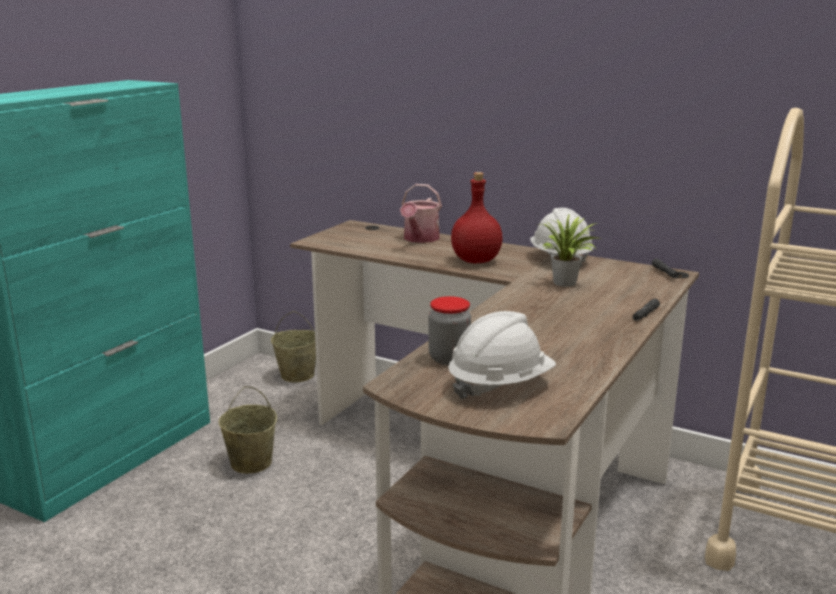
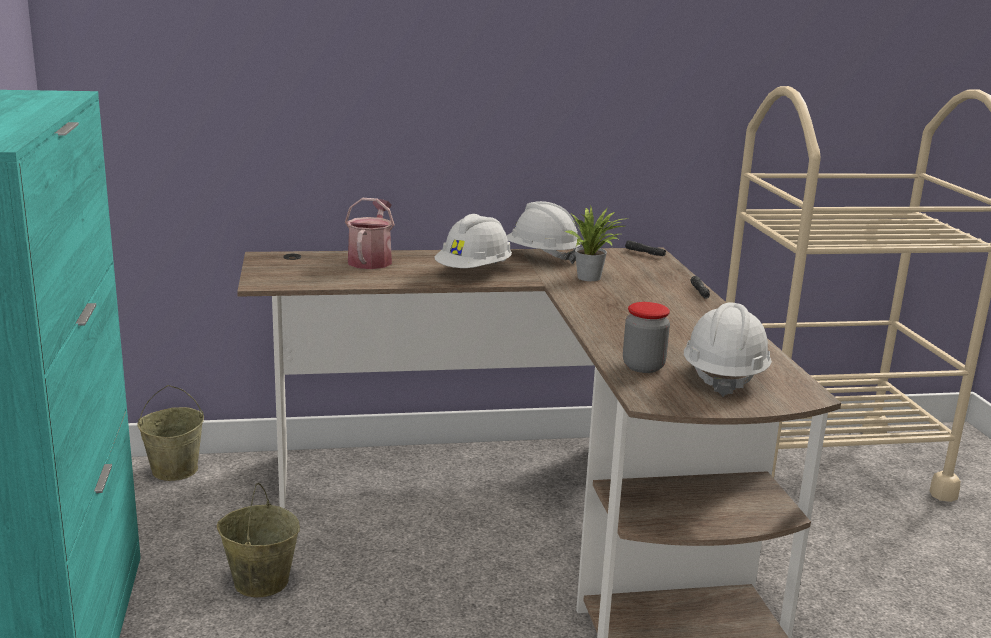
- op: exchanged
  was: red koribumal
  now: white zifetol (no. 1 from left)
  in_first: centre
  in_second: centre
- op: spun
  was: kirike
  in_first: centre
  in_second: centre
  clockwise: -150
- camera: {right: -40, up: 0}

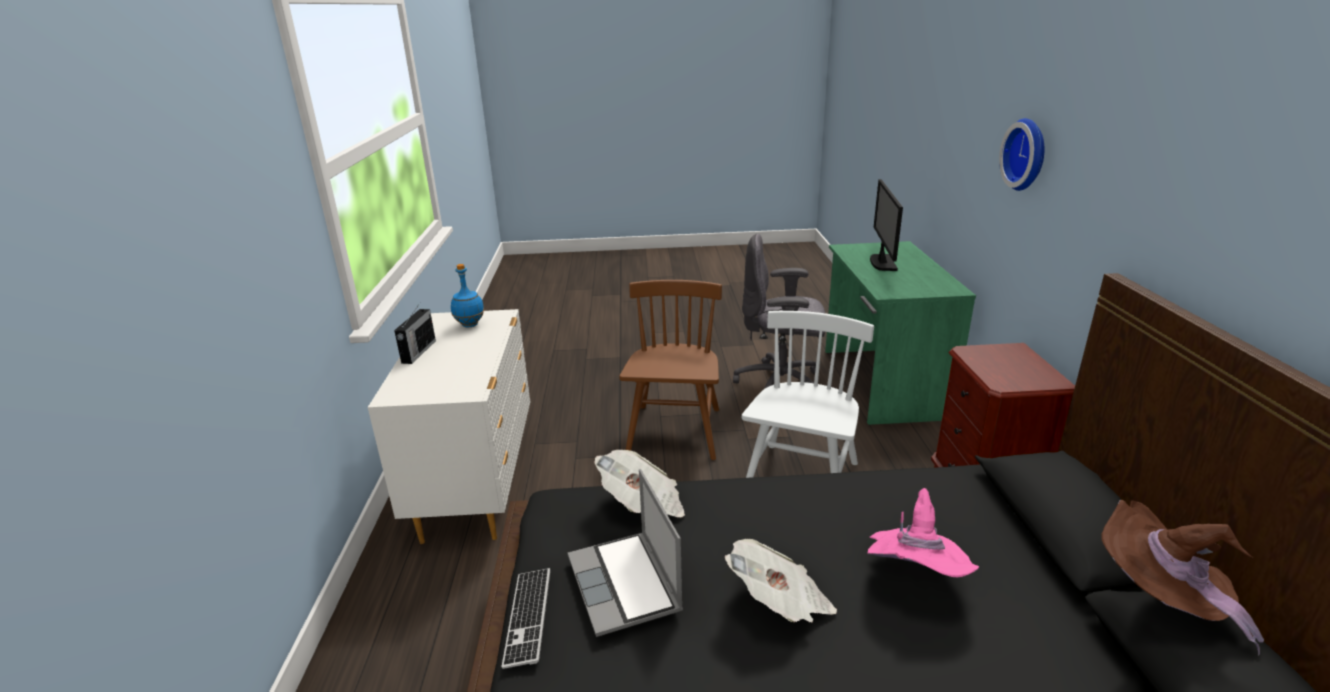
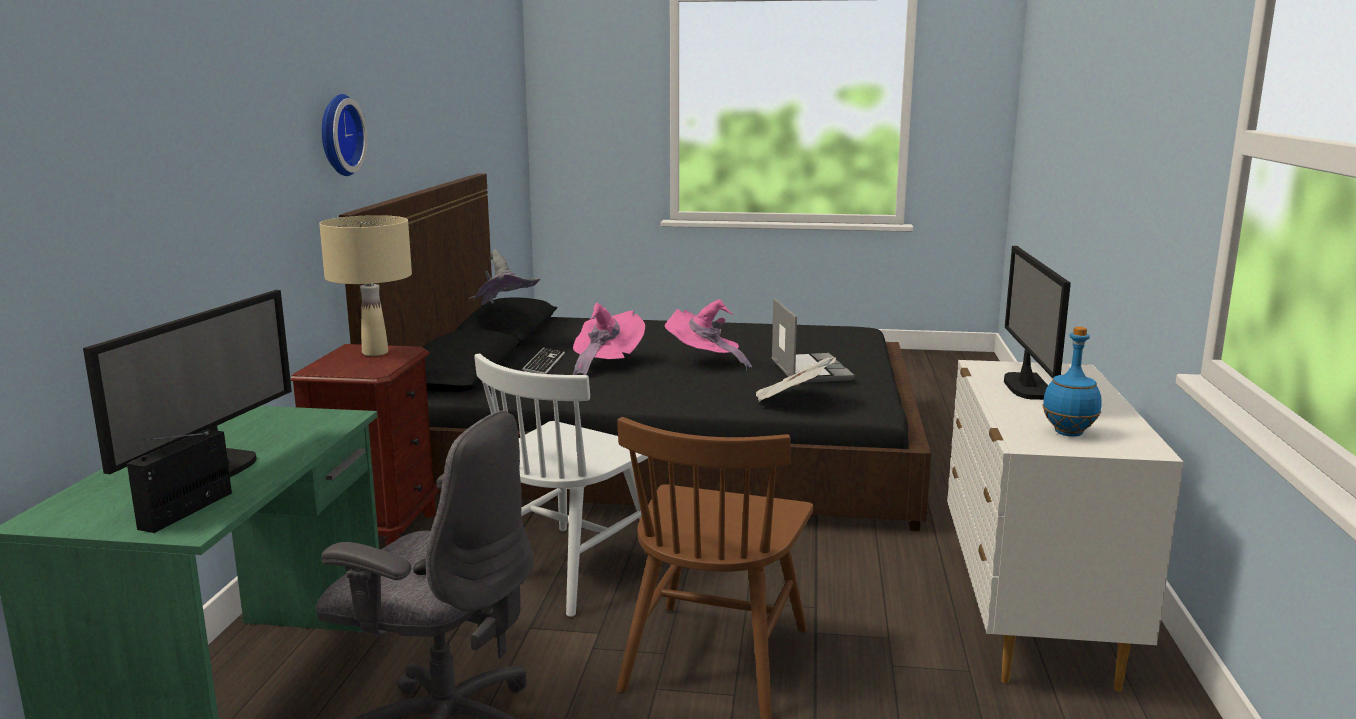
- op: relocated
  was: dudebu
  in_first: top right
  in_second: top left
- op: relocated
  was: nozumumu
  in_first: middle left
  in_second: bottom left
- op: colour
  was: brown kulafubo
  now: grey kulafubo
  in_first: bottom right
  in_second: centre
- op: exchanged
  was: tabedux (no. 2 from left)
  now: pink kulafubo (no. 2 from left)
  in_first: bottom centre
  in_second: centre
- op: relocated
  was: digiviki
  in_first: bottom centre
  in_second: centre
- op: appeared
  now: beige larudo
  in_second: middle left
- op: appeared
  now: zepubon (no. 2 from left)
  in_second: middle right
- camera: {right: -170, up: -10}

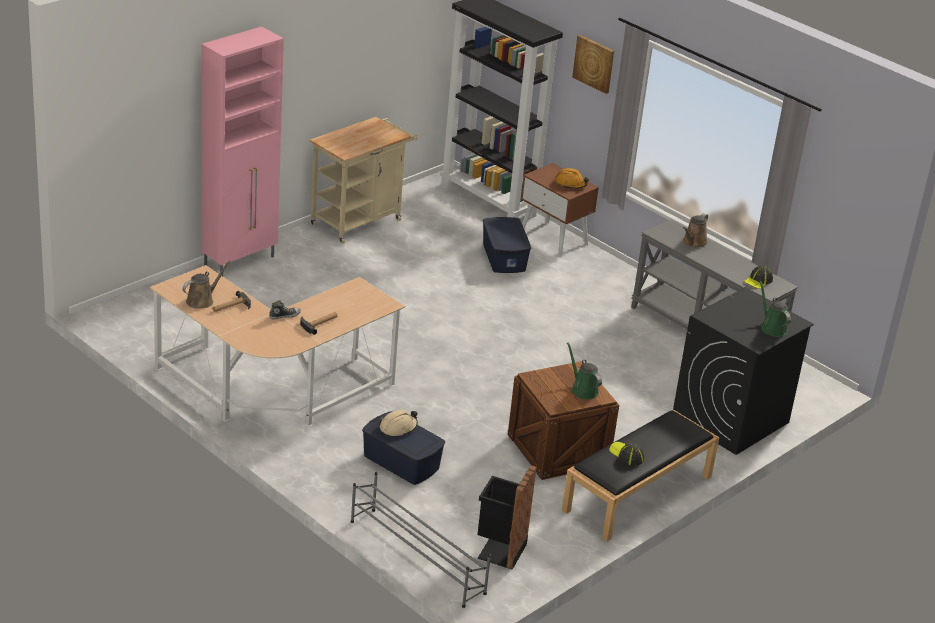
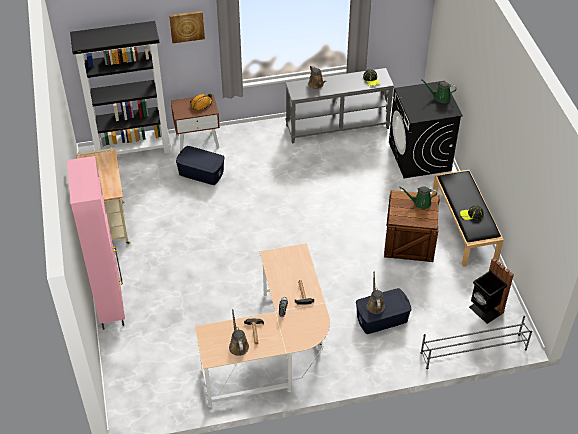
- op: exchanged
  was: beige zifetol
  now: brown kirike (no. 3 from left)
  in_first: bottom centre
  in_second: bottom centre
- camera: {right: -55, up: 15}

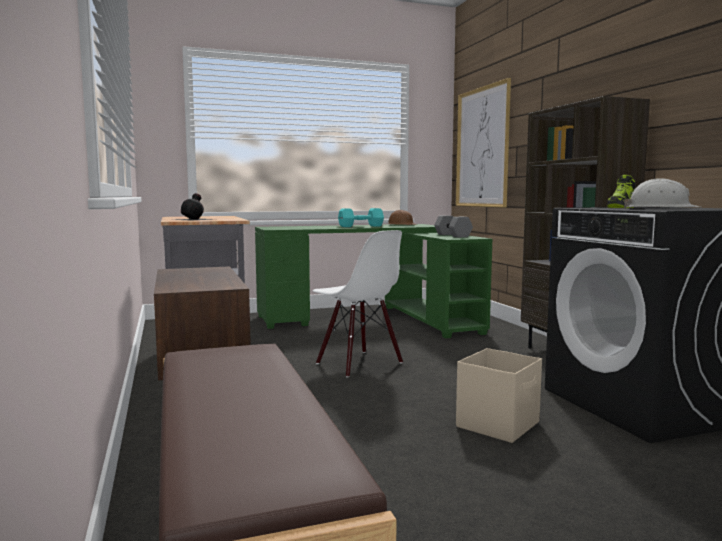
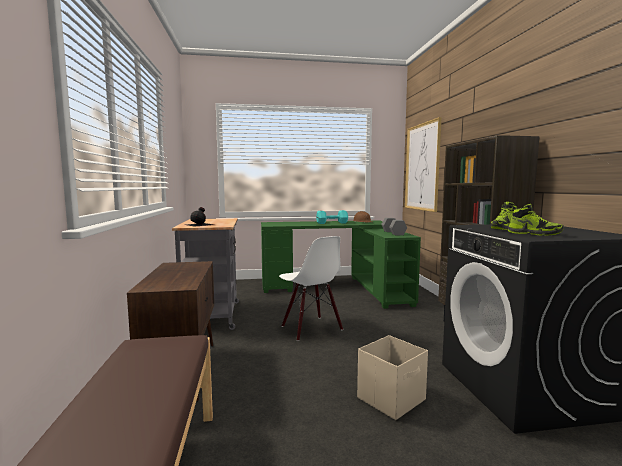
- op: exchanged
  was: white zifetol
  now: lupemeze (no. 2 from left)
  in_first: middle right
  in_second: middle right
- camera: {right: 10, up: 0}

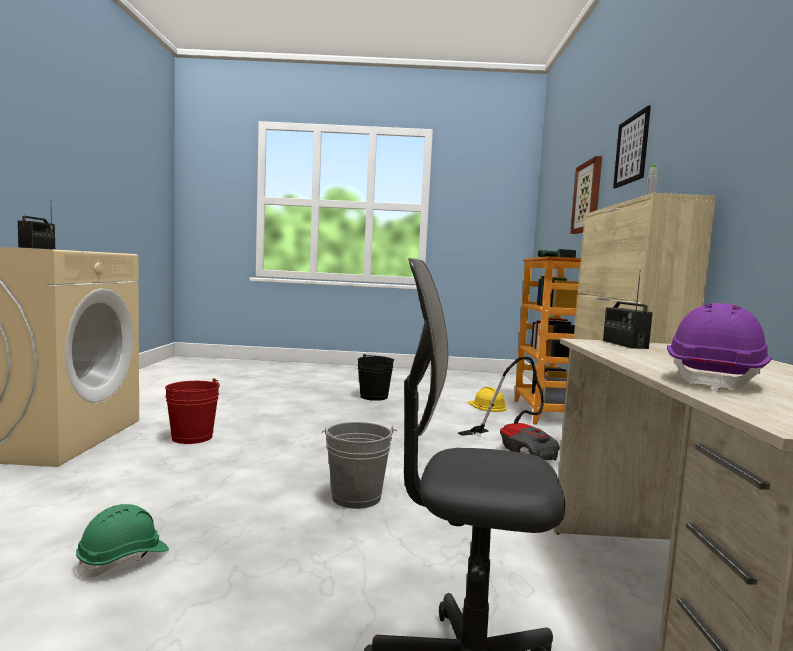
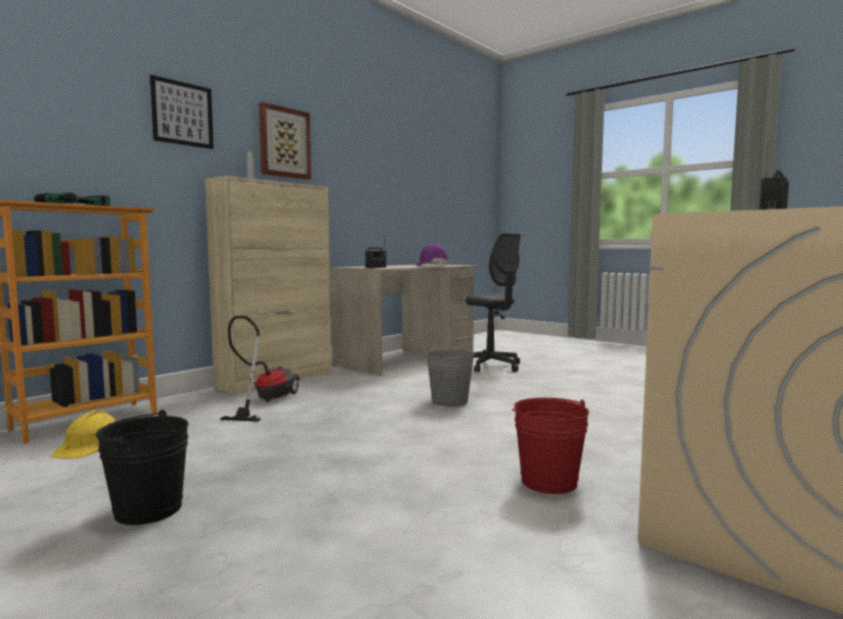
- op: relocated
  was: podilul (no. 1 from left in the first image)
  now: podilul (no. 2 from left)
  in_first: top right
  in_second: top centre
- op: missing
  was: green zifetol
  in_first: bottom left
- camera: {right: -140, up: 0}

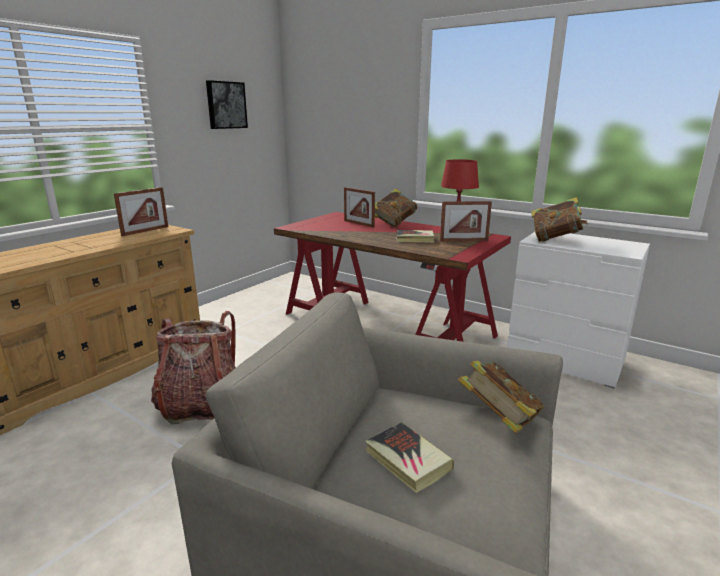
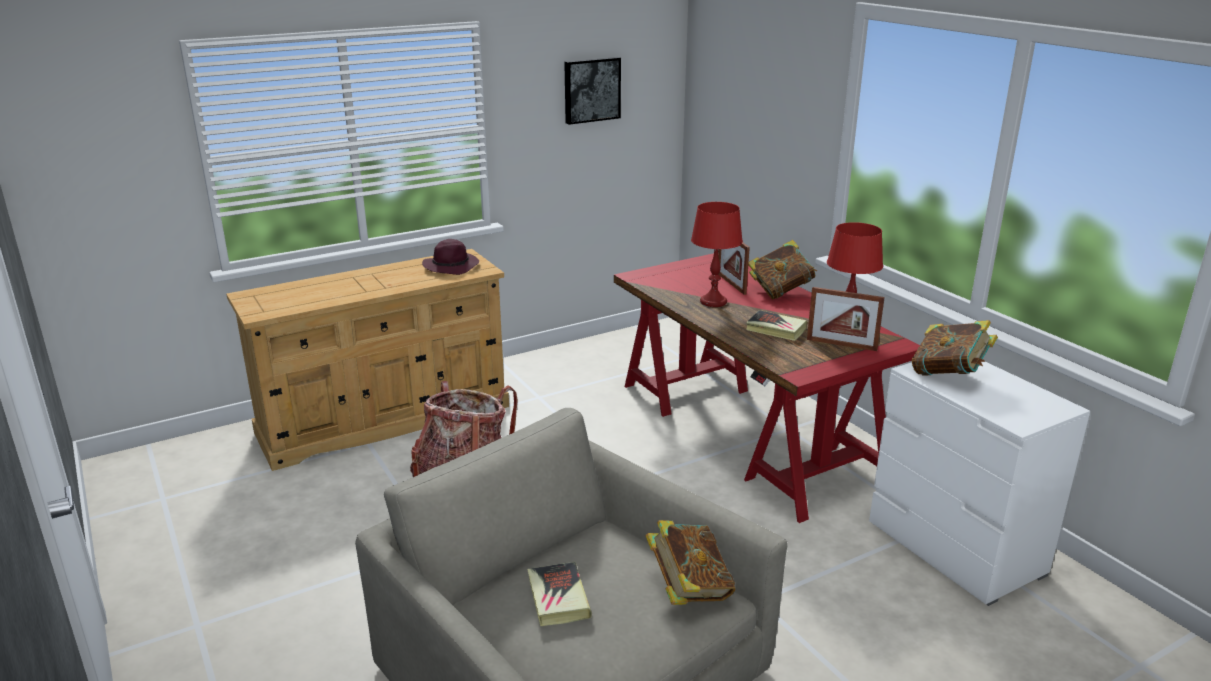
- op: exchanged
  was: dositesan (no. 1 from left)
  now: purple kulafubo
  in_first: middle left
  in_second: centre
- op: appeared
  now: red larudo (no. 1 from left)
  in_second: centre
- camera: {right: 25, up: 5}

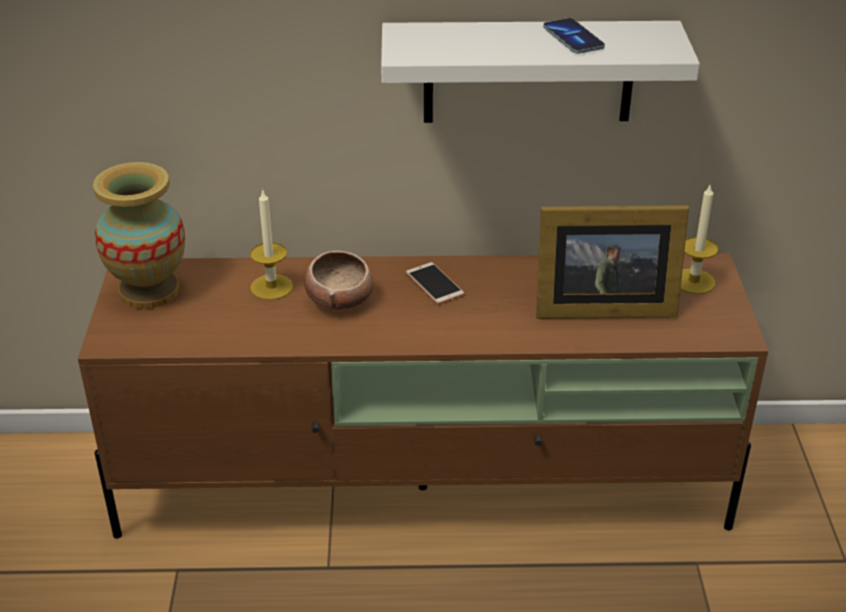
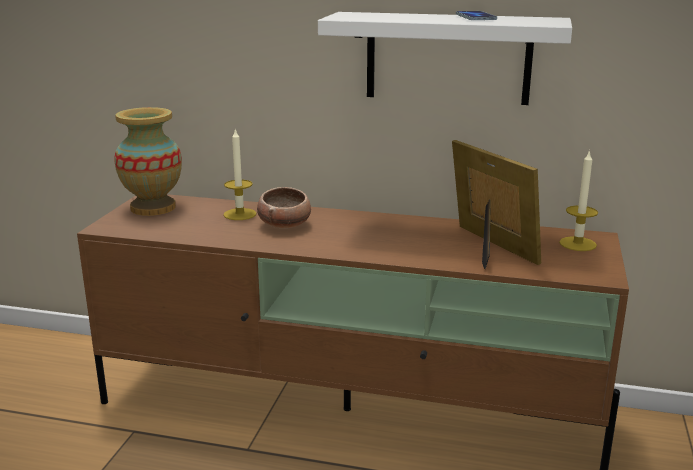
- op: spun
  was: dositesan
  in_first: middle right
  in_second: middle right
  clockwise: -135
- op: missing
  was: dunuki (no. 1 from left)
  in_first: centre
- camera: {right: 15, up: -15}

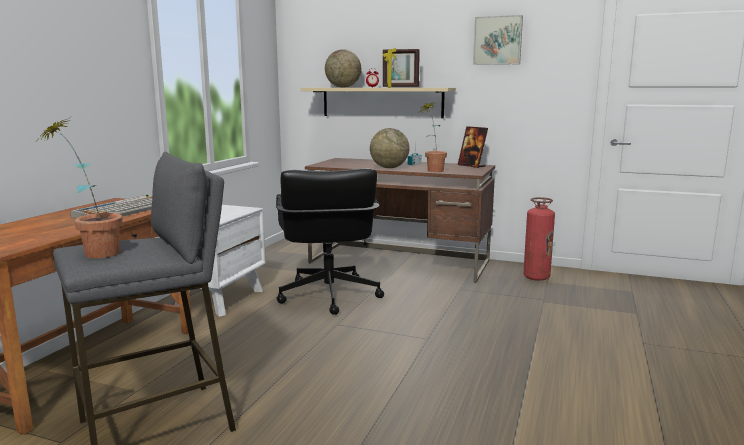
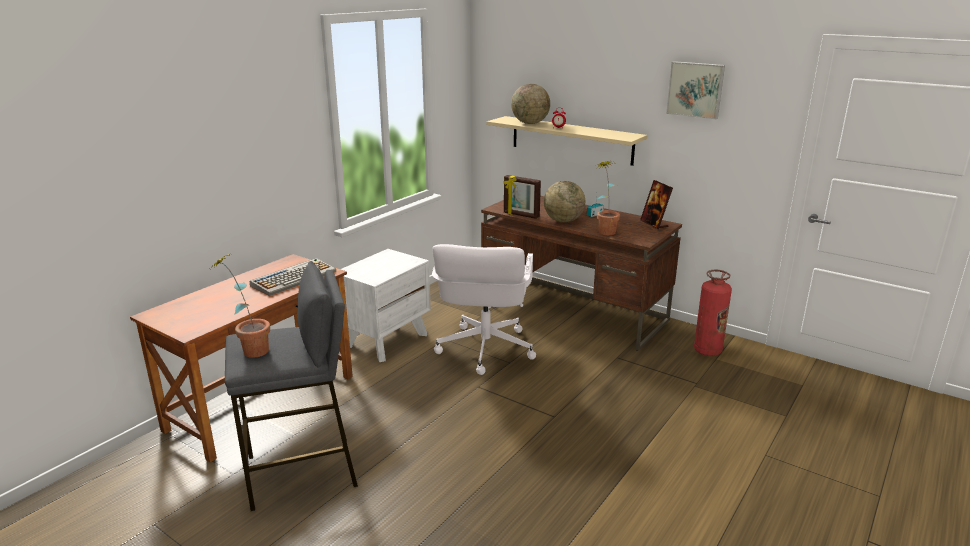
- op: relocated
  was: dositesan (no. 1 from left)
  in_first: top centre
  in_second: centre
- op: colour
  was: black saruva
  now: white saruva
  in_first: centre
  in_second: centre
- camera: {right: 15, up: 10}

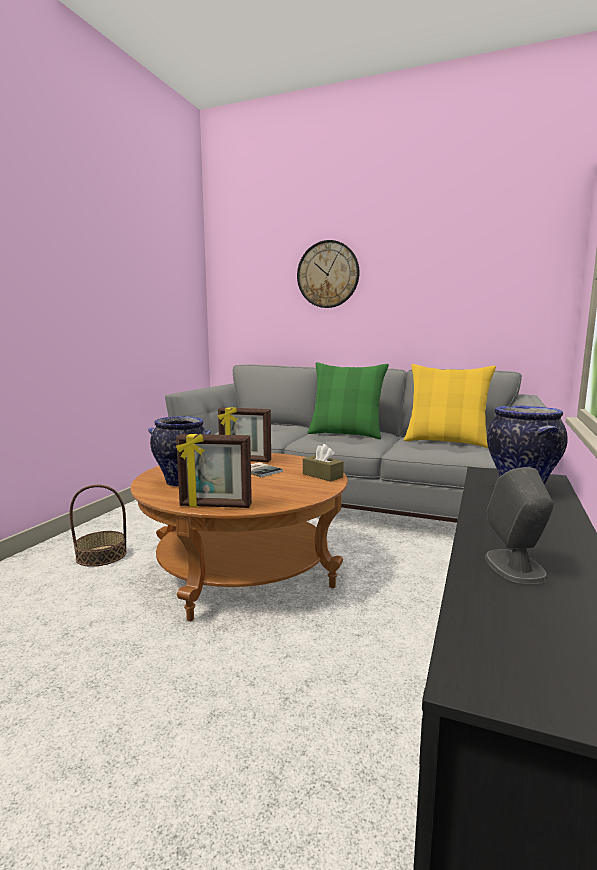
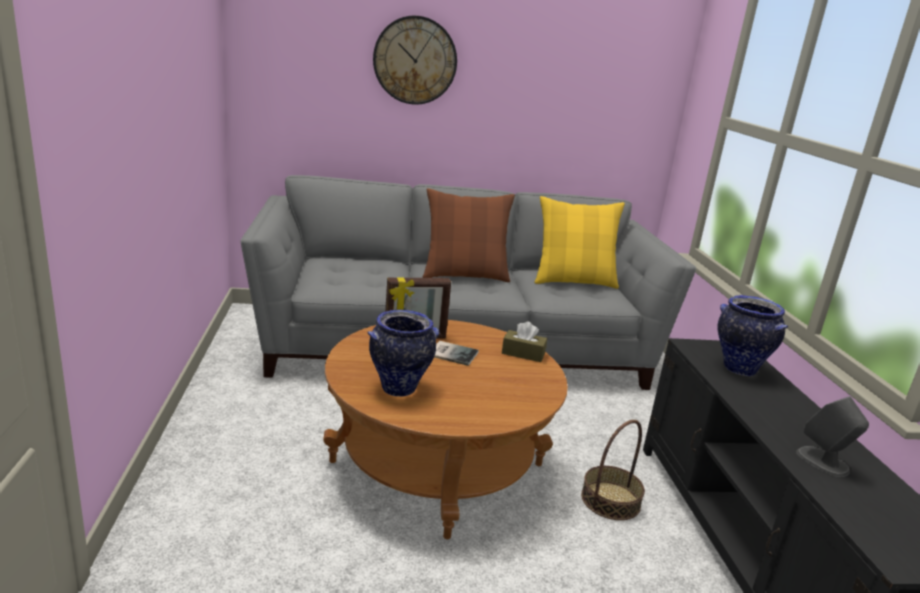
- op: colour
  was: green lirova
  now: brown lirova
  in_first: centre
  in_second: centre
- op: missing
  was: dositesan (no. 1 from left)
  in_first: centre
- op: relocated
  was: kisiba
  in_first: middle left
  in_second: bottom centre
- camera: {right: -30, up: 10}

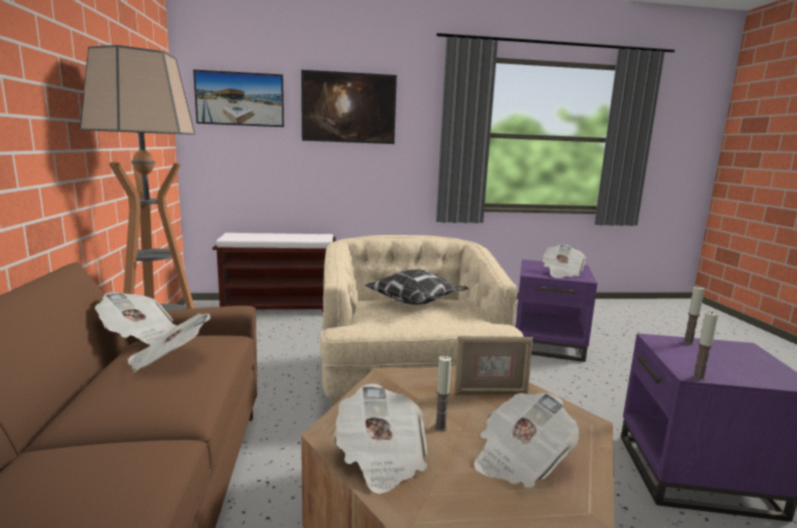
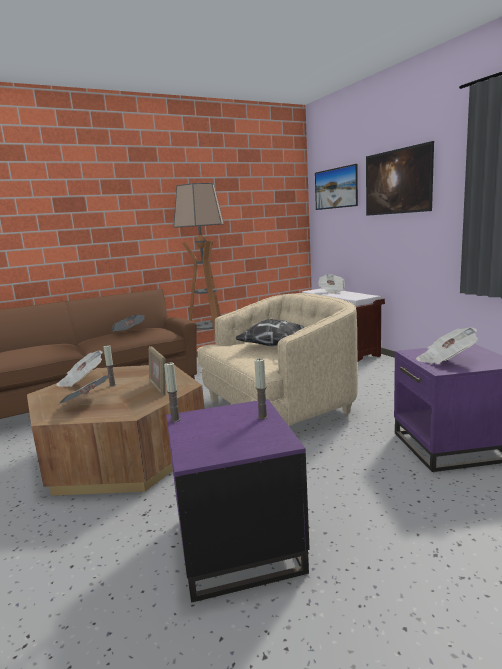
- op: relocated
  was: tabedux (no. 1 from left in the first image)
  now: tabedux (no. 4 from left)
  in_first: middle left
  in_second: centre
- camera: {right: 70, up: 0}

